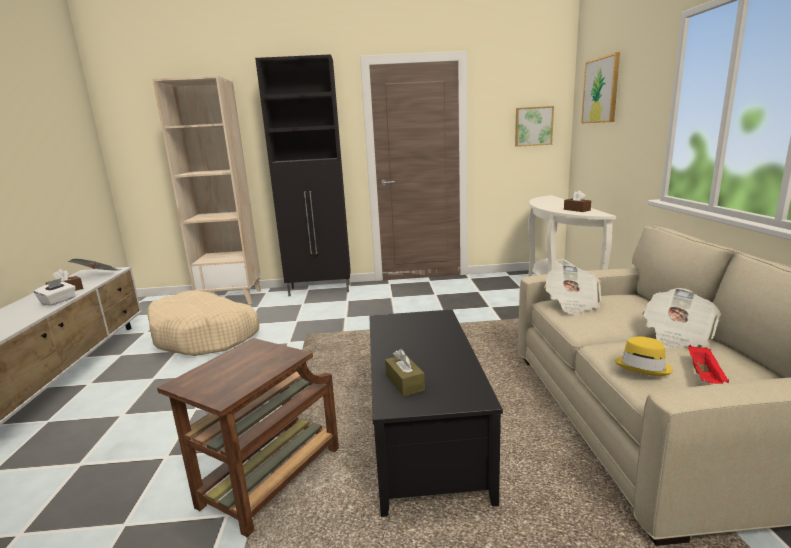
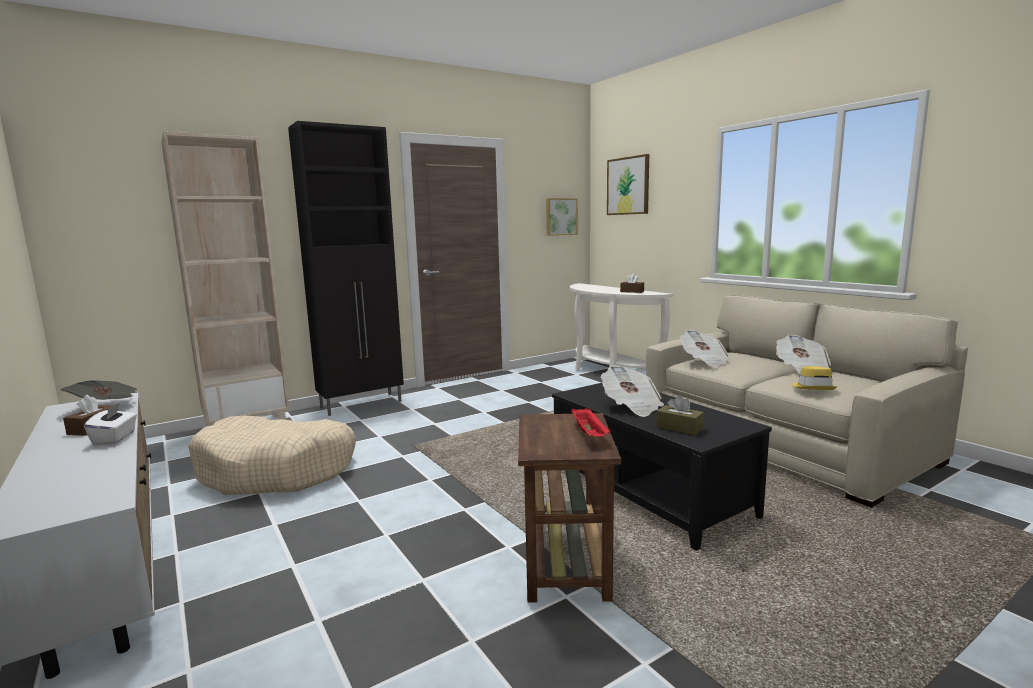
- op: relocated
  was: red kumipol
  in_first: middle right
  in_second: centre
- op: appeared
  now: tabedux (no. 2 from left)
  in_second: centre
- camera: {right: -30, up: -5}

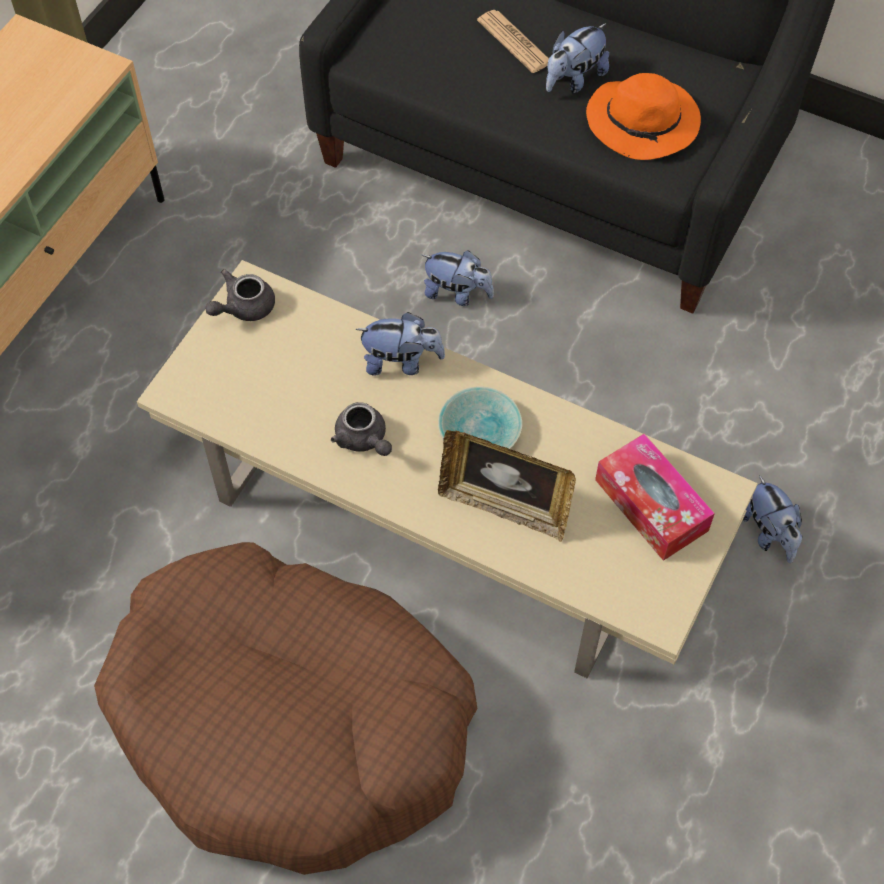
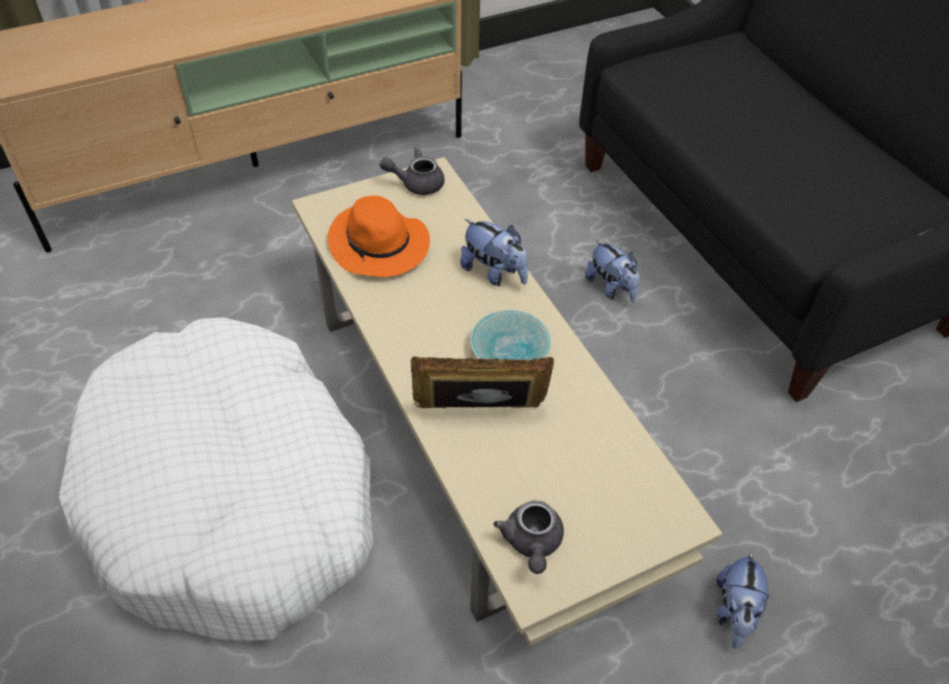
- op: missing
  was: tabedux
  in_first: top centre
- op: missing
  was: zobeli (no. 3 from left)
  in_first: top centre
- op: relocated
  was: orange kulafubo
  in_first: top right
  in_second: centre
- op: relocated
  was: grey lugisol (no. 2 from left)
  in_first: centre
  in_second: bottom centre
- op: spun
  was: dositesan
  in_first: centre
  in_second: centre
  clockwise: 120
- op: missing
  was: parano
  in_first: middle right
- op: colour
  was: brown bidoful
  now: white bidoful
  in_first: bottom left
  in_second: bottom left
- camera: {right: 35, up: -10}

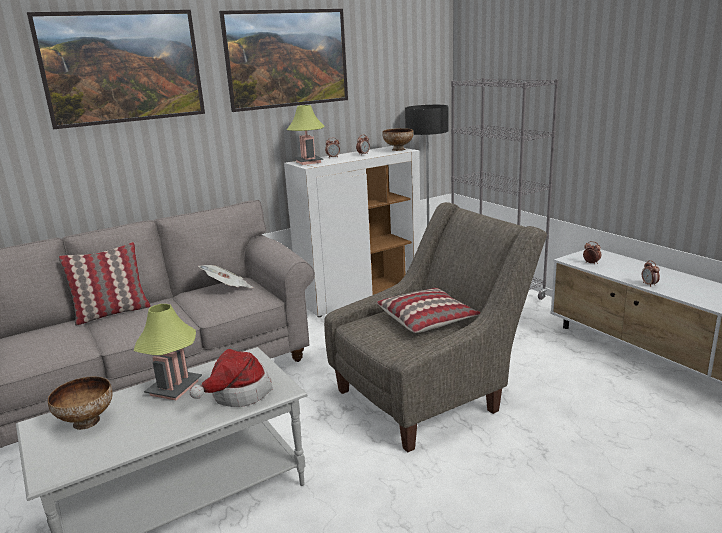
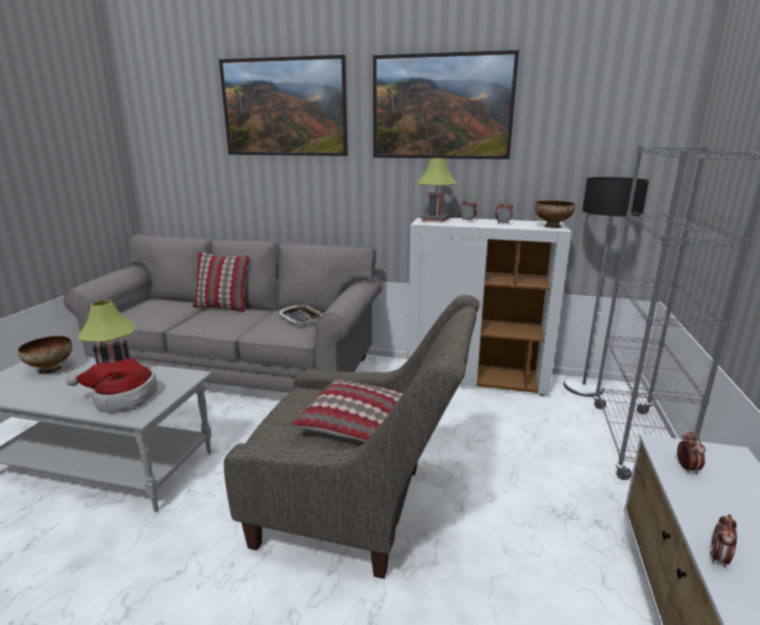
- op: exchanged
  was: tabedux
  now: kumipol
  in_first: middle left
  in_second: centre
- camera: {right: 45, up: 0}

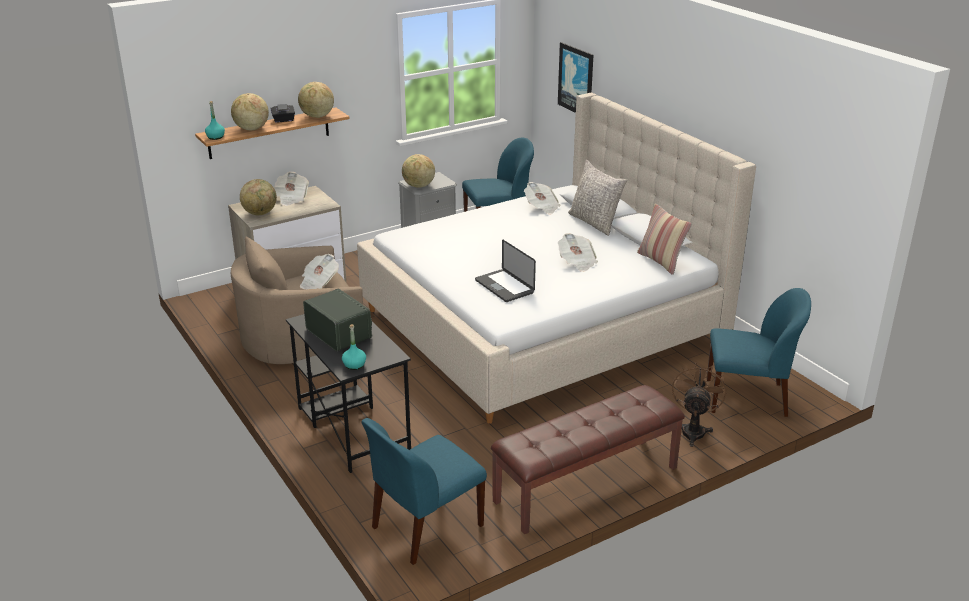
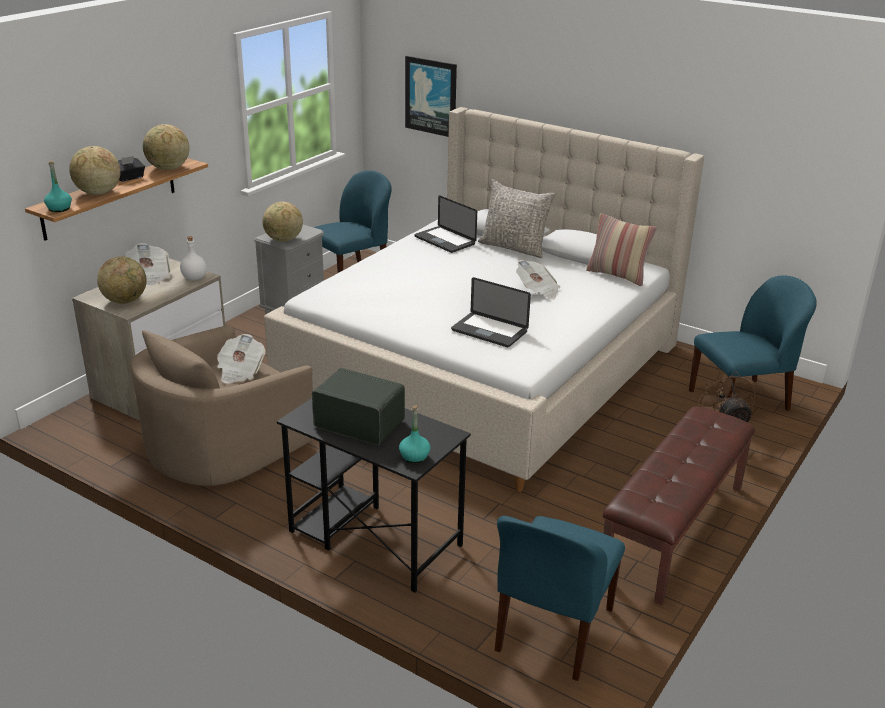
- op: exchanged
  was: tabedux (no. 3 from left)
  now: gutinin (no. 1 from left)
  in_first: top centre
  in_second: top centre
- op: appeared
  now: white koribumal
  in_second: middle left
- camera: {right: -25, up: 0}

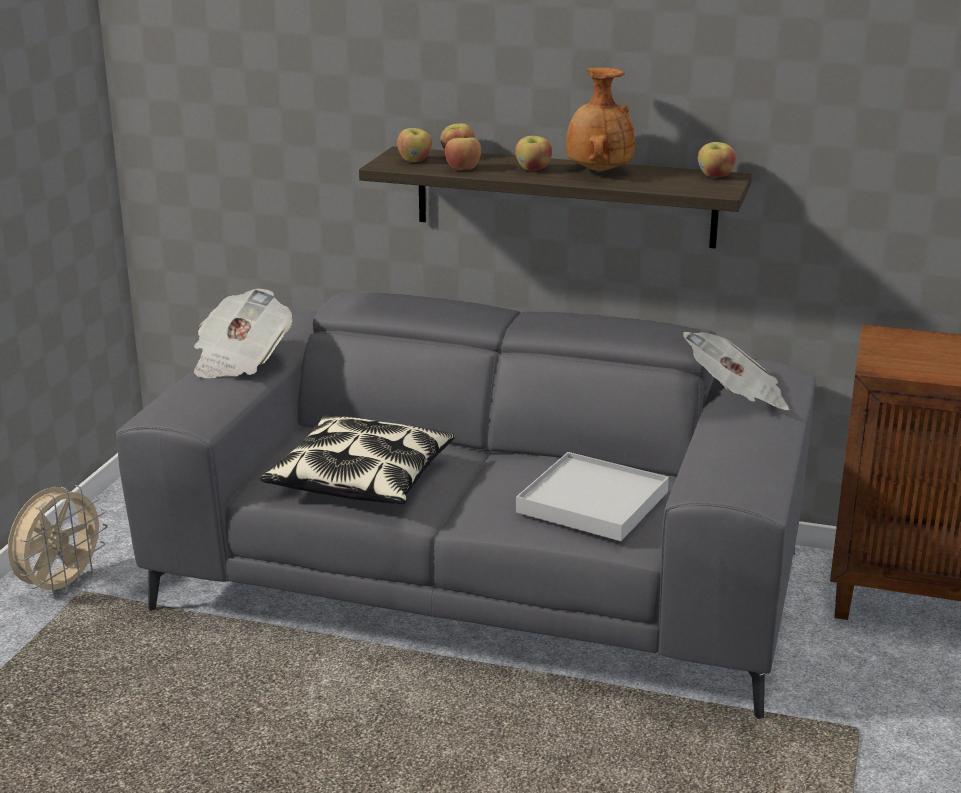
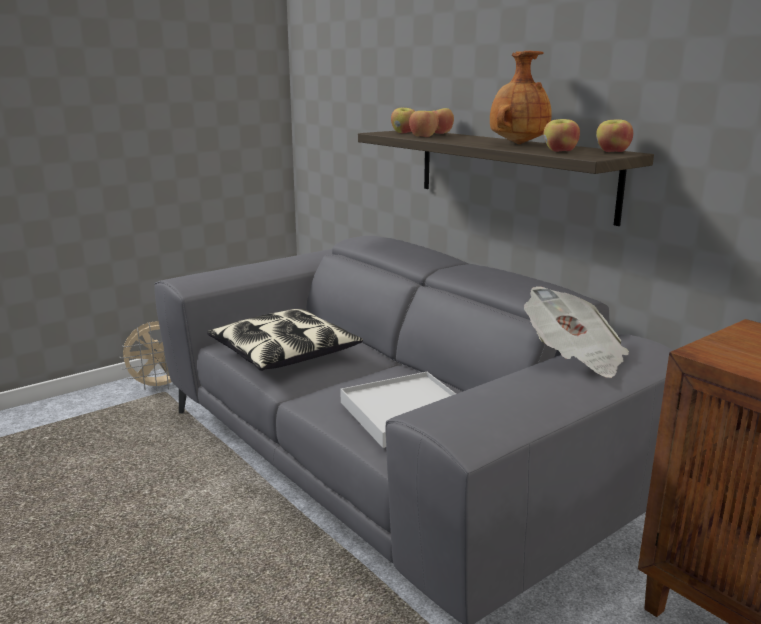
- op: relocated
  was: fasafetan (no. 4 from left)
  in_first: top centre
  in_second: top right
- op: missing
  was: tabedux (no. 1 from left)
  in_first: middle left
- camera: {right: 35, up: -5}

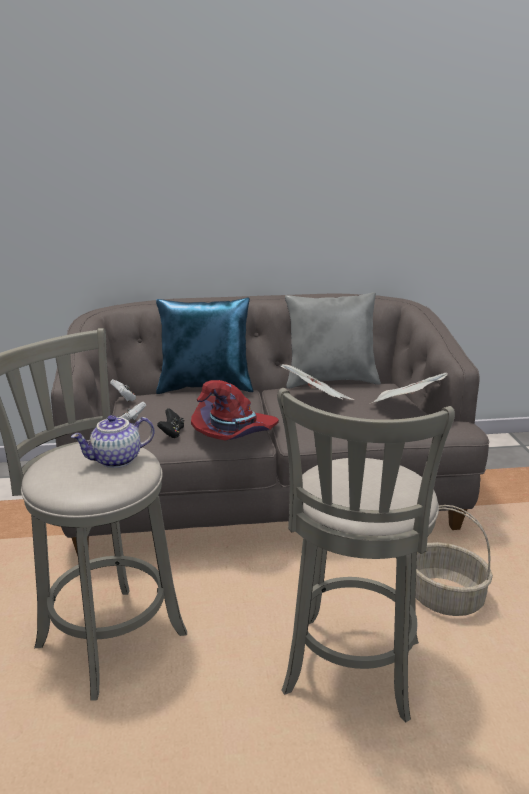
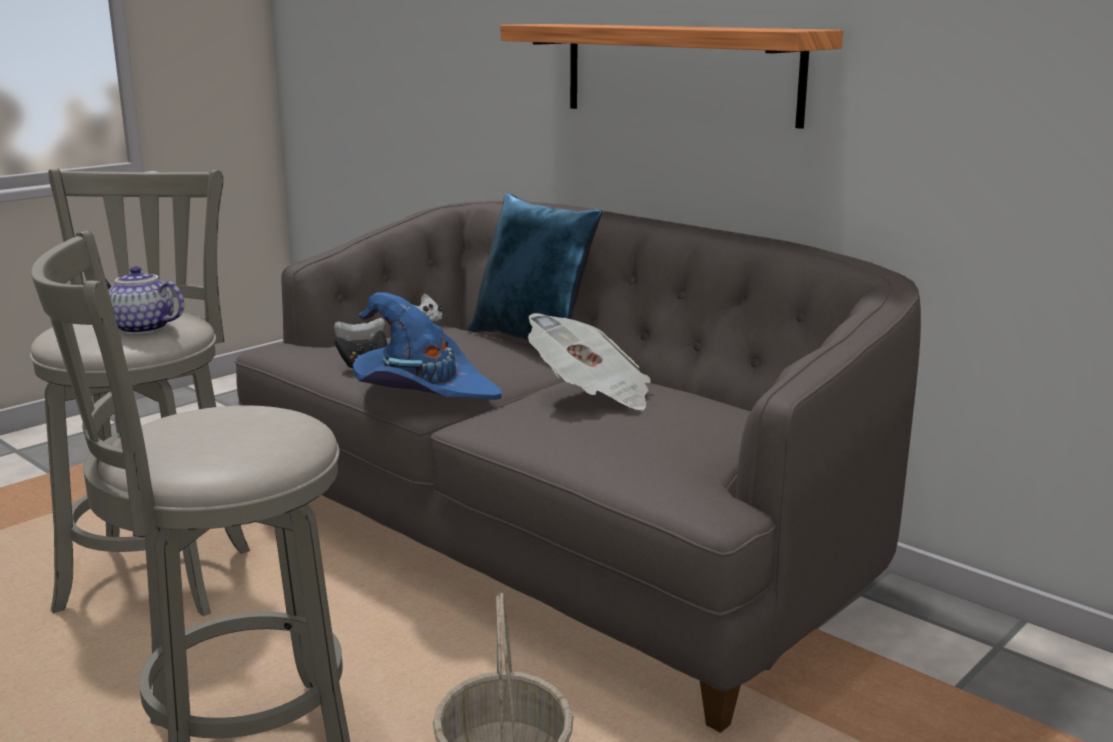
- op: missing
  was: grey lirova
  in_first: centre
- op: missing
  was: tabedux (no. 2 from left)
  in_first: middle right
- op: colour
  was: red kulafubo
  now: blue kulafubo
  in_first: centre
  in_second: centre
- op: appeared
  now: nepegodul
  in_second: top centre
- camera: {right: 50, up: -5}

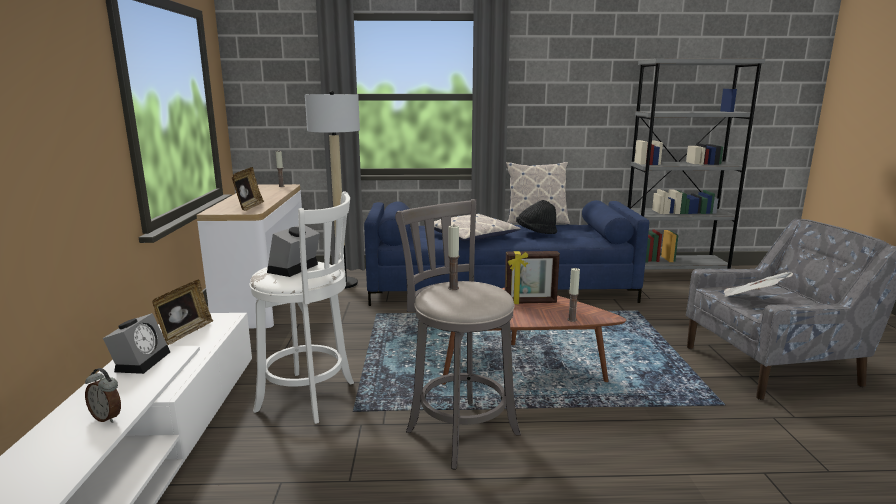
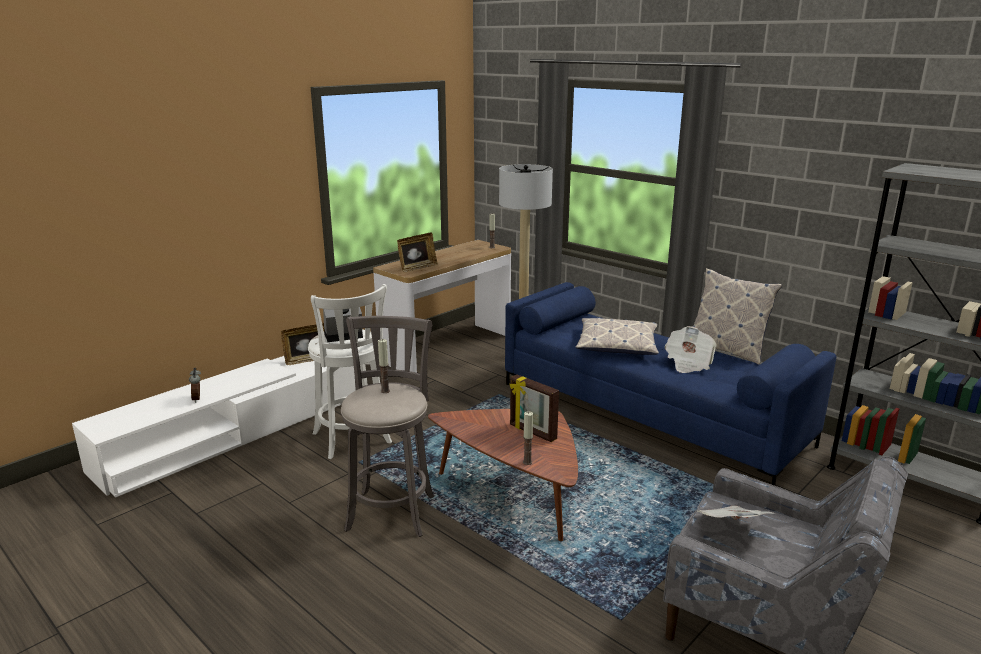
- op: exchanged
  was: black kulafubo
  now: tabedux (no. 1 from left)
  in_first: centre
  in_second: middle right
- op: missing
  was: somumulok (no. 2 from left)
  in_first: bottom left
- camera: {right: 45, up: 5}

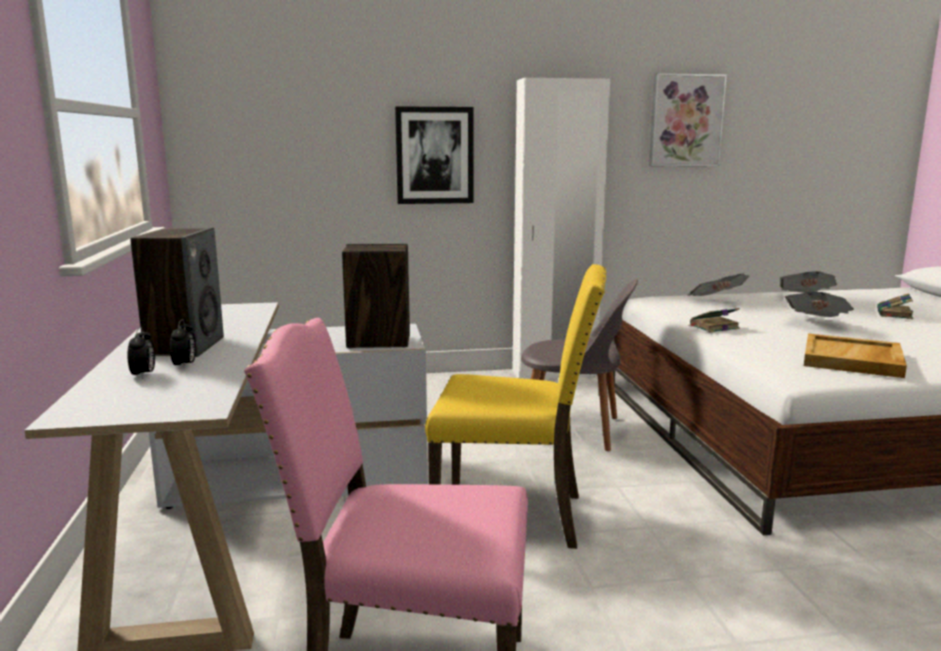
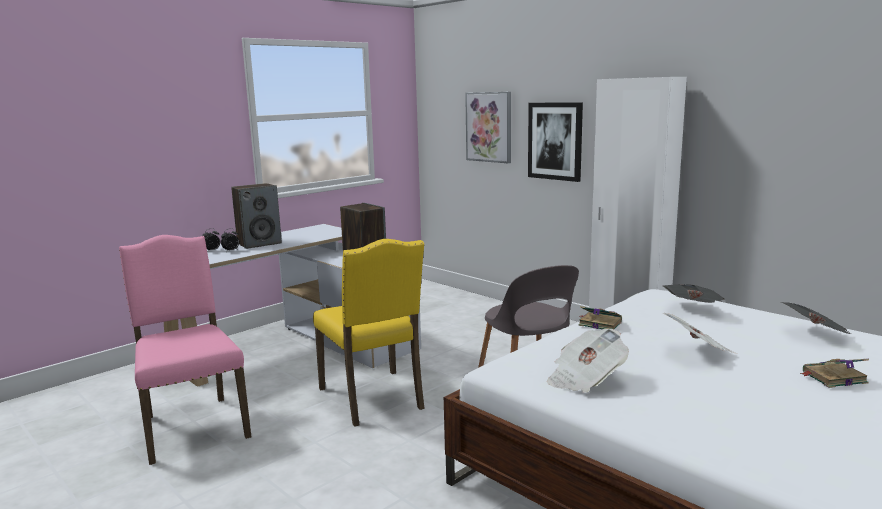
- op: relocated
  was: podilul (no. 2 from left in the first image)
  now: podilul (no. 1 from left)
  in_first: top right
  in_second: top centre
- op: exchanged
  was: beige kumipol
  now: tabedux (no. 1 from left)
  in_first: middle right
  in_second: bottom right
- camera: {right: 55, up: 0}

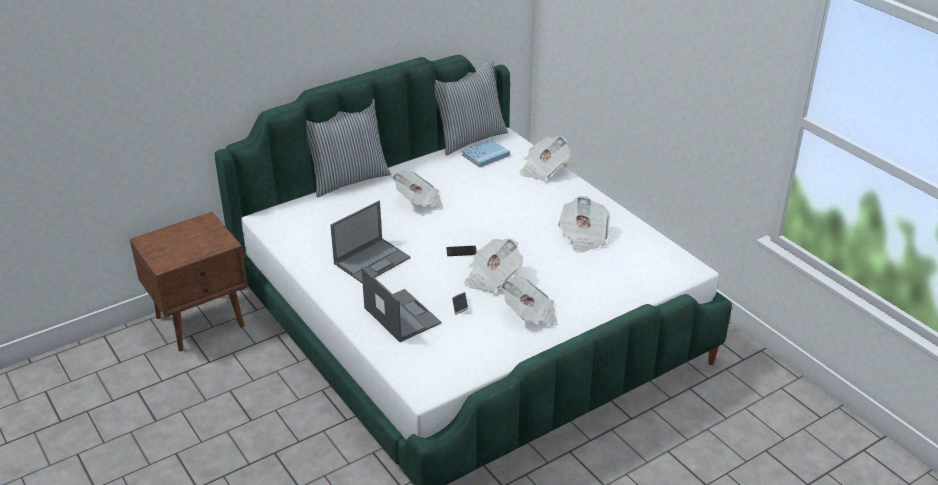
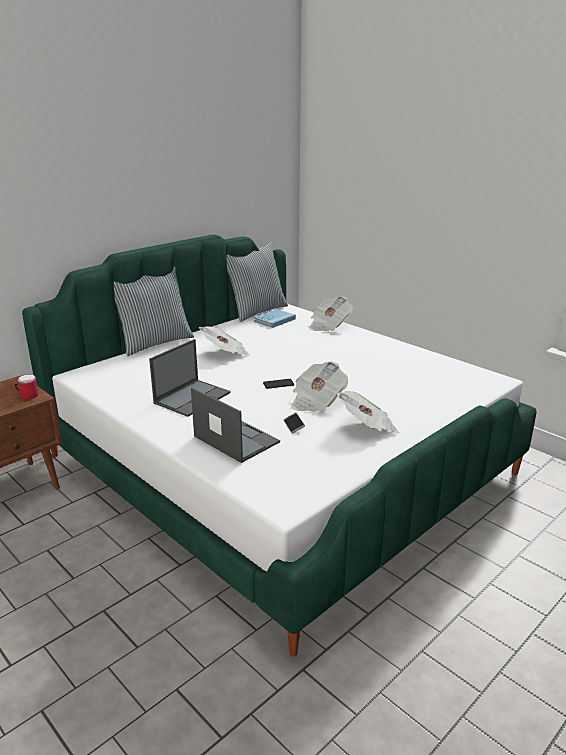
- op: missing
  was: tabedux (no. 5 from left)
  in_first: centre
- op: appeared
  now: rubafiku
  in_second: middle left
- camera: {right: -10, up: -10}

